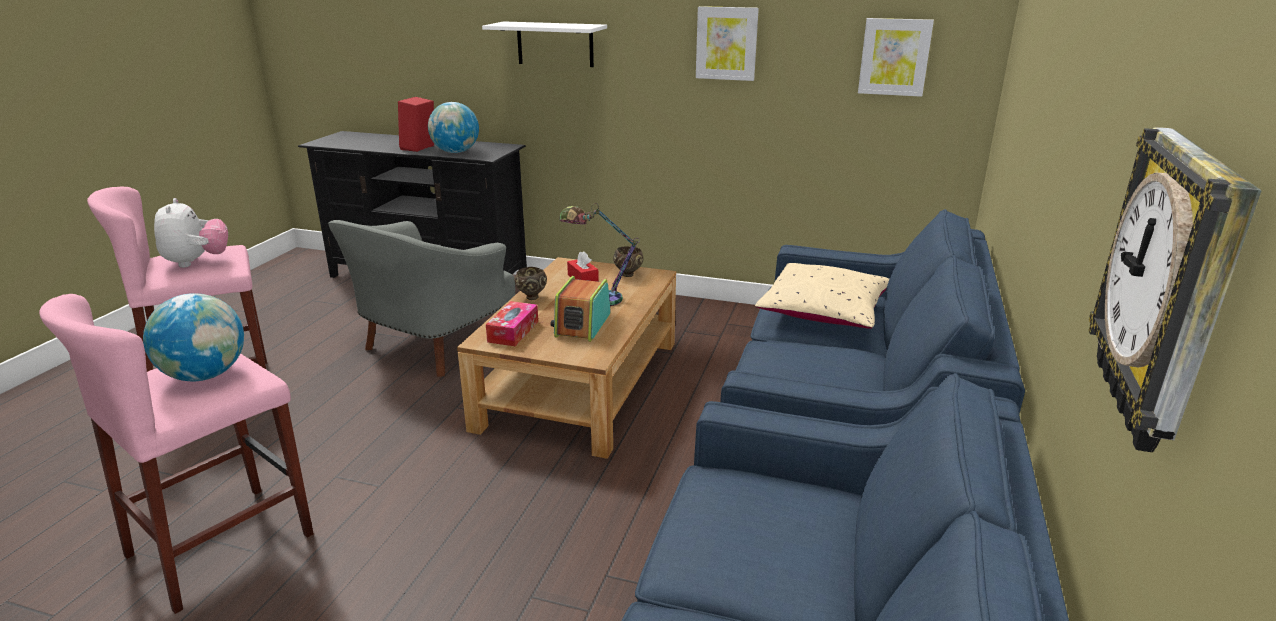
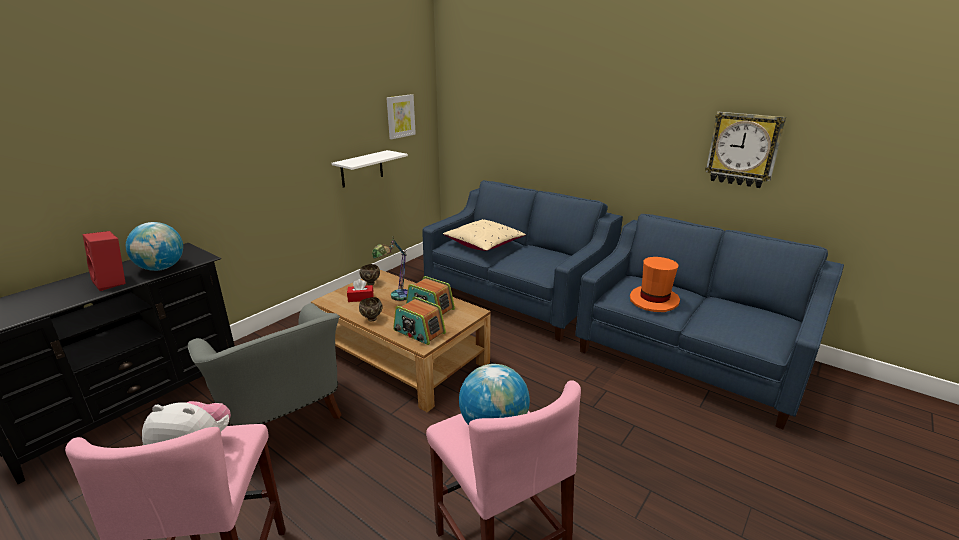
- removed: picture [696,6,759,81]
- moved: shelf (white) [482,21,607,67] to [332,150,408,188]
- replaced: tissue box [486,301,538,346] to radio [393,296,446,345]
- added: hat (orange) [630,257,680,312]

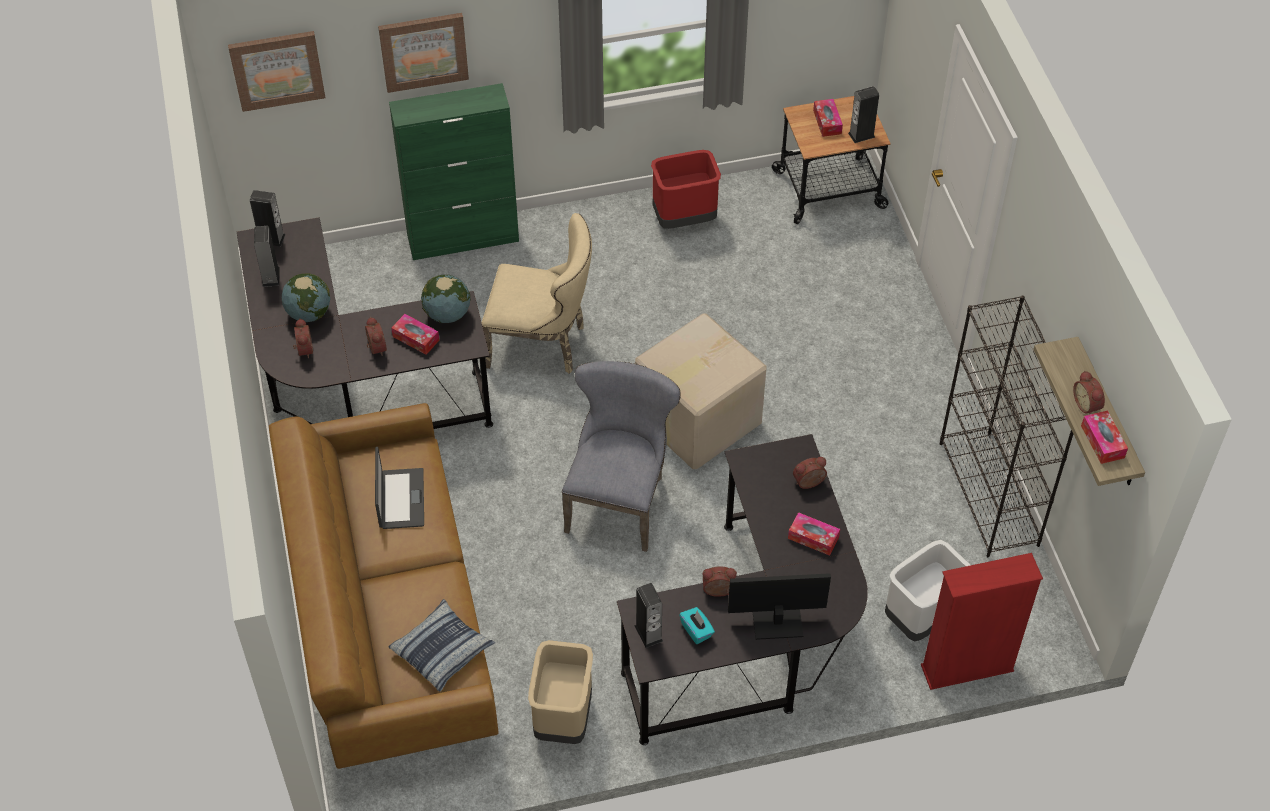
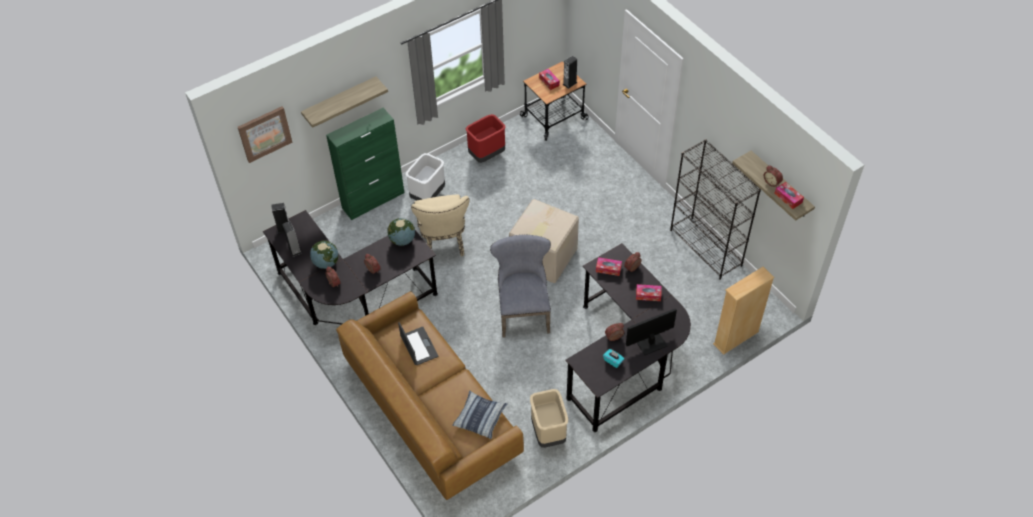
- replaced: picture [378,13,469,93] to shelf [301,76,388,128]
- turned: chair (beige) [482,213,592,374] = [411,194,469,261] 90 degrees clockwise
- moved: tissue box [391,314,440,355] to [596,257,622,276]
- moved: trash can (white) [885,540,970,641] to [406,153,445,201]
- recoloured: bookcase (red) [921,553,1043,690] to bookcase (beige) [713,267,774,355]
- removed: speaker [634,583,663,648]

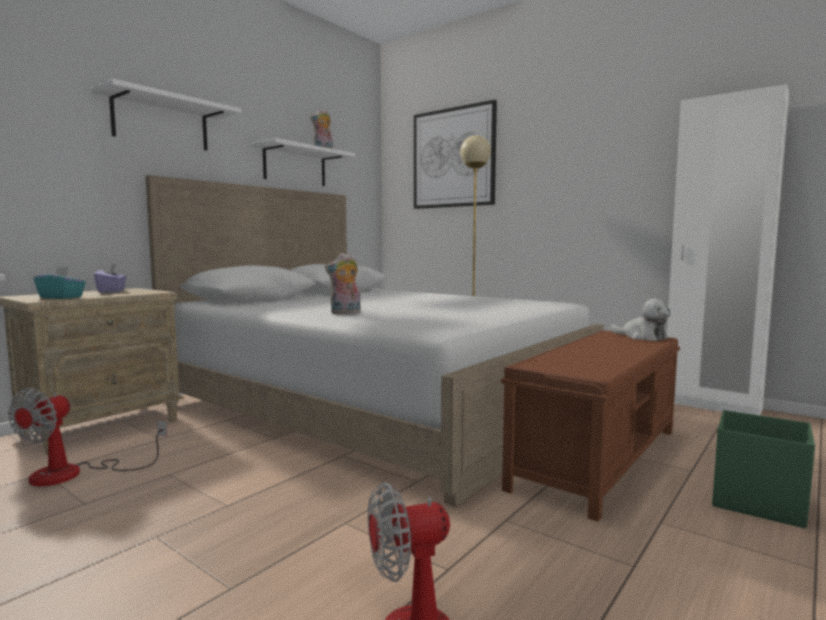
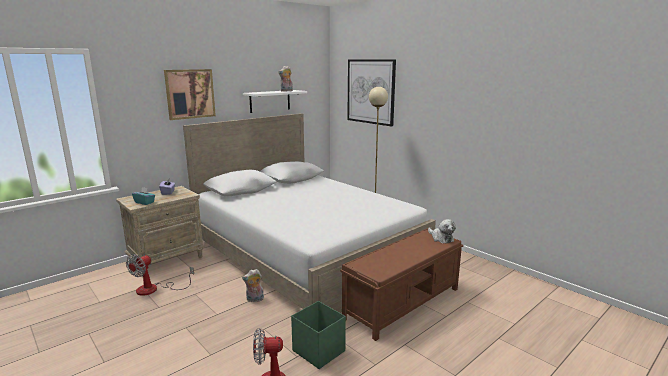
- replaced: shelf (white) [91,79,241,150] to picture [164,69,216,120]
- removed: wardrobe (white) [667,84,789,415]
- moved: plush toy [325,253,361,314] to [242,269,264,302]
- moved: storage box (green) [712,410,815,528] to [291,301,346,369]

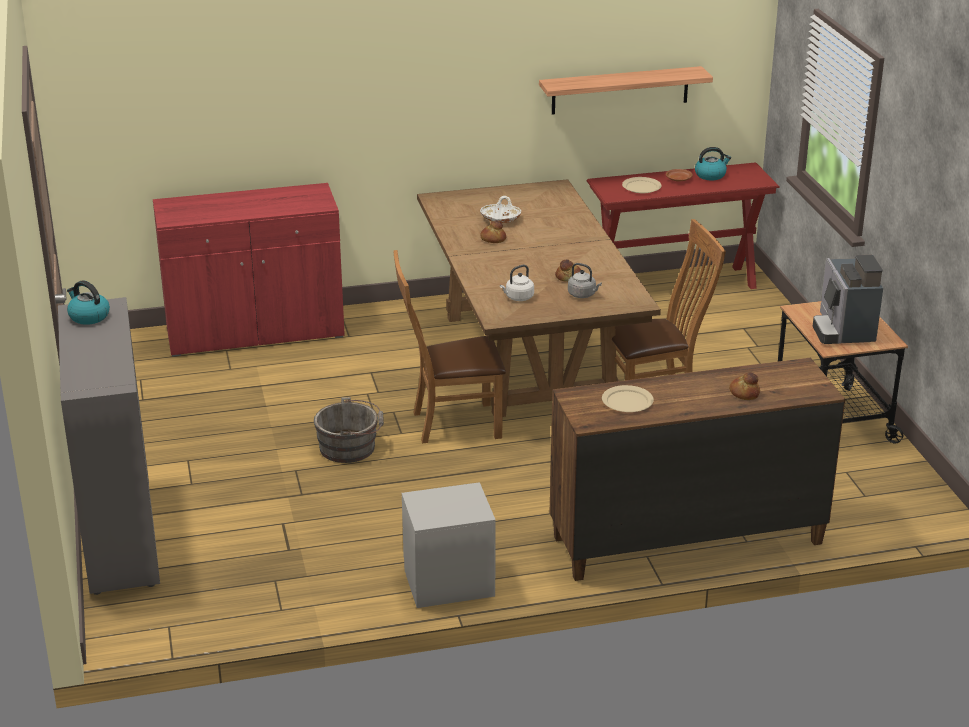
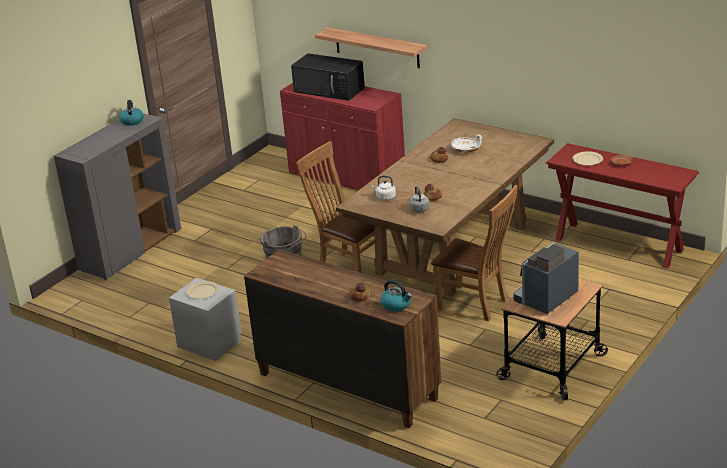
- moved: shelf [539,66,713,115] to [315,27,427,68]
- moved: kettle [695,147,731,180] to [381,280,412,312]
- moved: plate (beige) [602,385,654,412] to [186,281,219,299]
- added: microwave (black) [291,53,365,101]

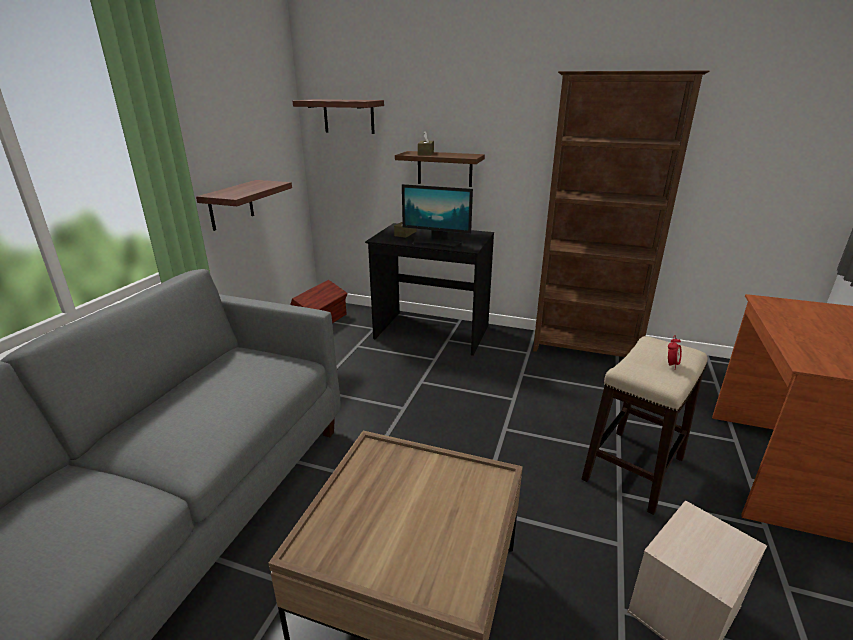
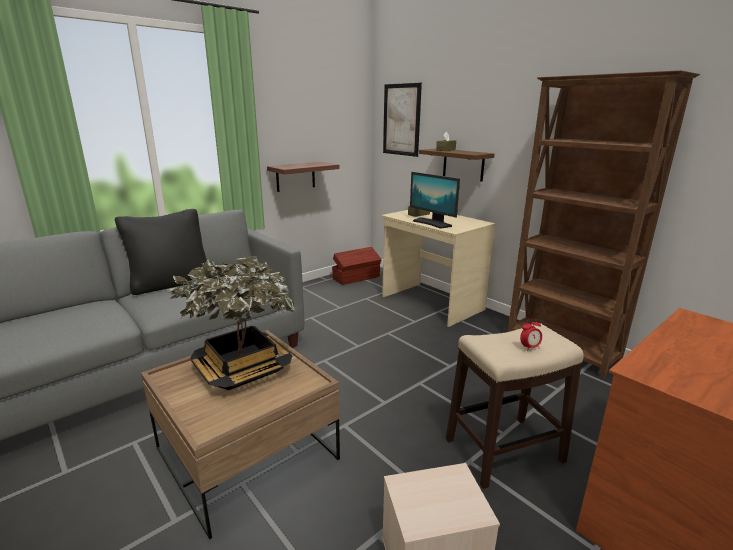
- replaced: shelf [293,99,384,134] to picture [383,83,422,157]
- recoloured: desk (black) [365,223,494,356] to desk (beige) [382,210,495,327]
- added: pillow (black) [115,209,207,295]
- added: potted plant [167,256,295,390]

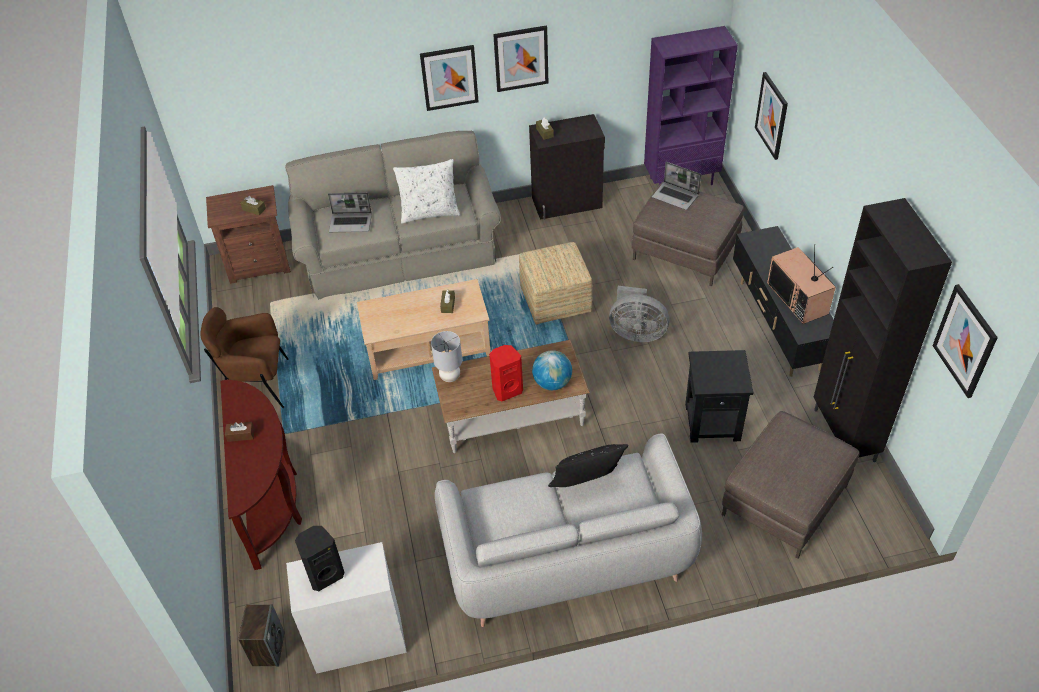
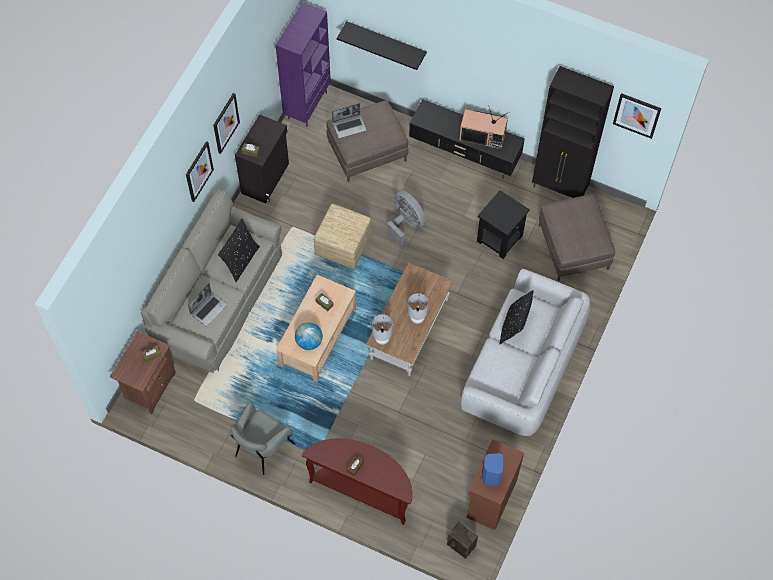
- replaced: picture [755,72,788,160] to shelf (black) [337,21,427,70]
- recoloured: pillow (white) [393,159,460,224] to pillow (black) [218,219,260,282]
- turned: fan (grey) [609,286,669,342] = [387,190,426,248] 90 degrees counterclockwise
- recoloured: armchair (brown) [200,307,289,408] to armchair (grey) [231,402,295,475]
- replaced: speaker (red) [489,345,523,401] to table lamp (grey) [408,293,428,324]
- moved: globe [532,350,572,390] to [295,322,323,350]
- recoloured: speaker (black) [295,526,344,591] to speaker (blue) [482,453,503,487]
- recoloured: cabinet (white) [286,542,407,674] to cabinet (brown) [467,439,524,530]

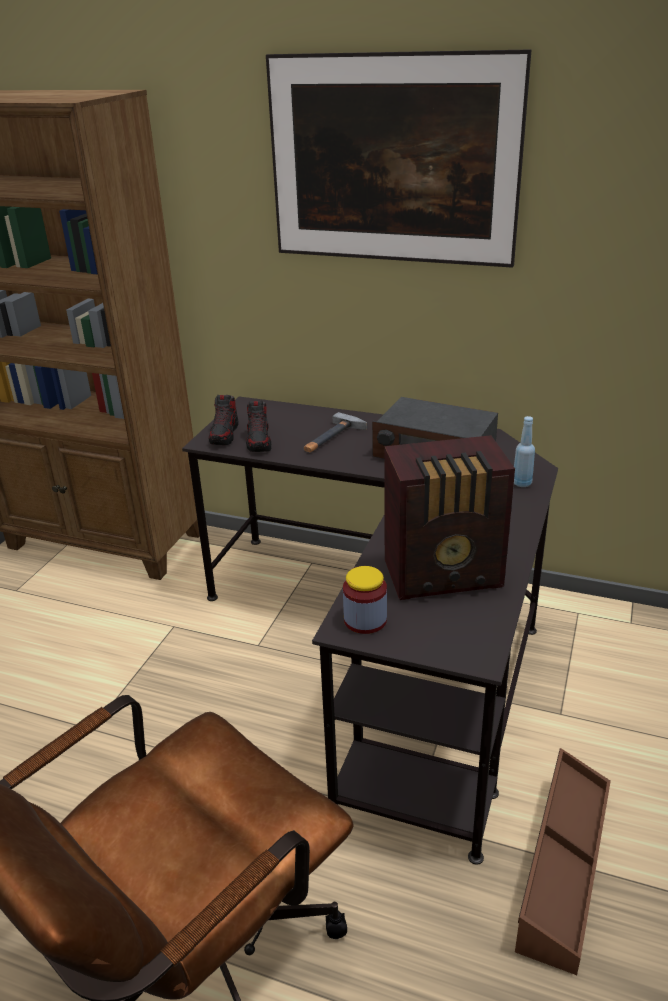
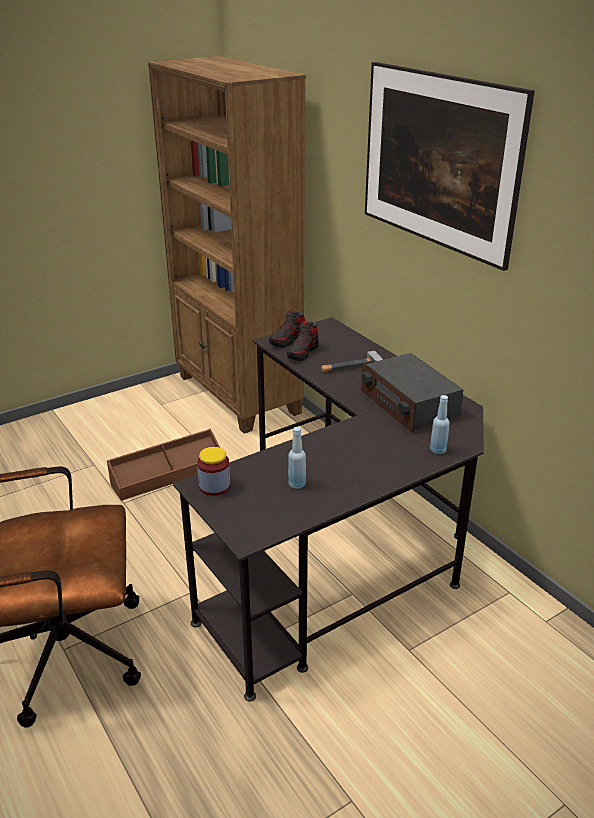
- replaced: radio [385,435,515,600] to bottle (blue) [288,427,306,489]
- moved: storage box (brown) [515,748,611,975] to [107,429,220,501]

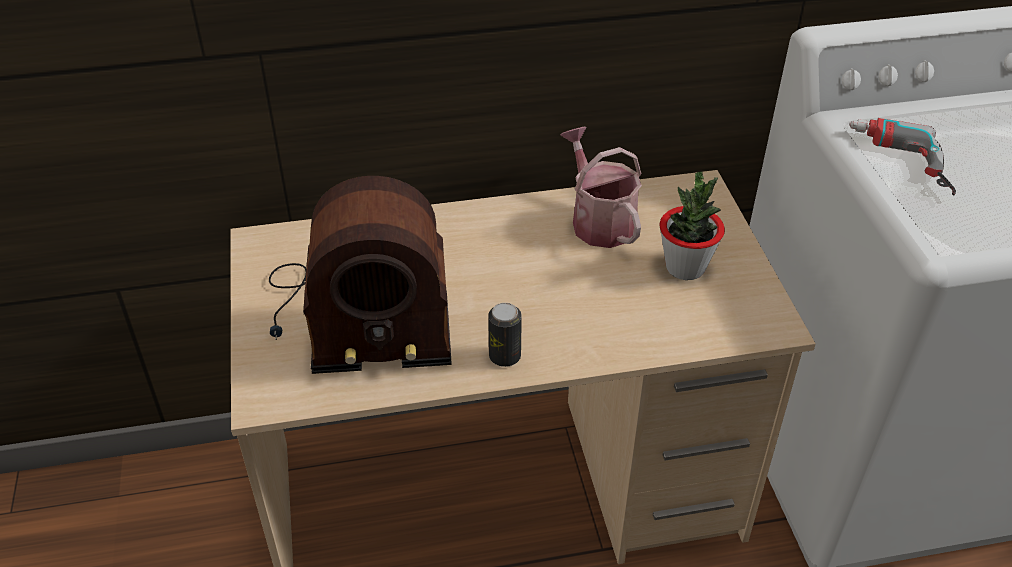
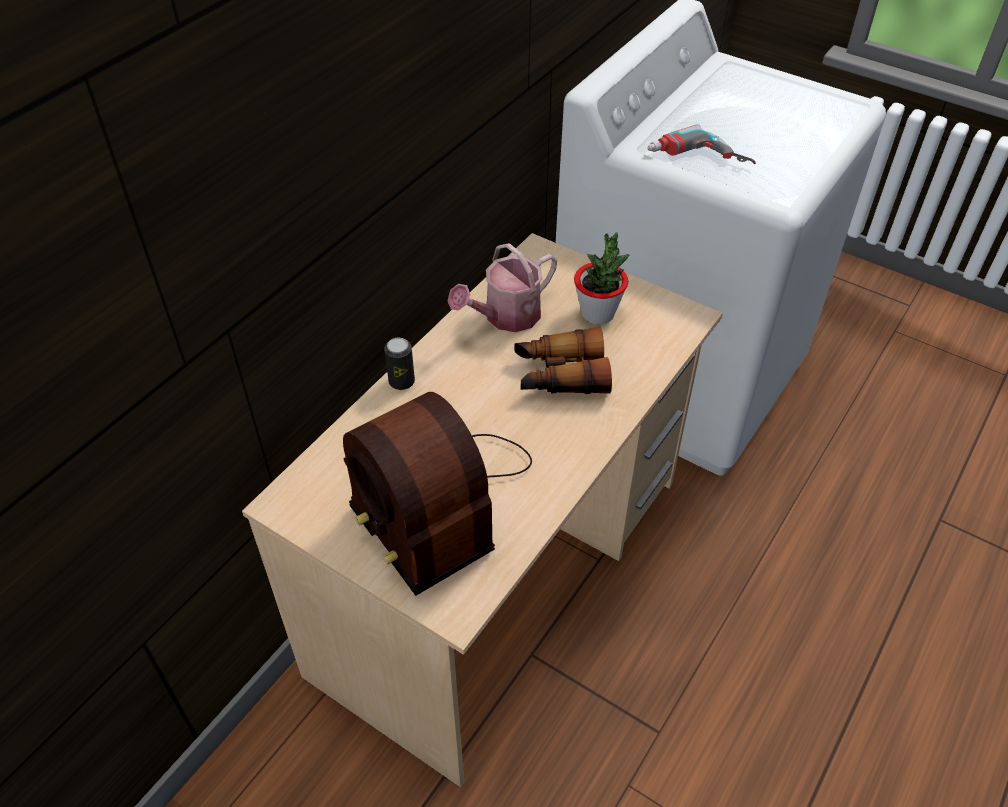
- turned: watering can [560,126,642,248] = [448,243,557,332] 60 degrees counterclockwise
- turned: radio [269,176,452,374] = [343,392,532,596] 105 degrees clockwise
- moved: can [488,303,522,367] to [384,338,415,390]
- added: binoculars [515,327,612,394]

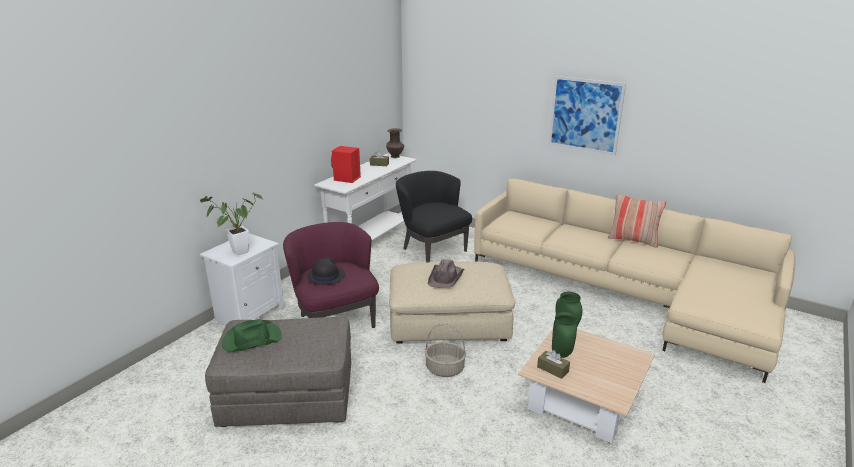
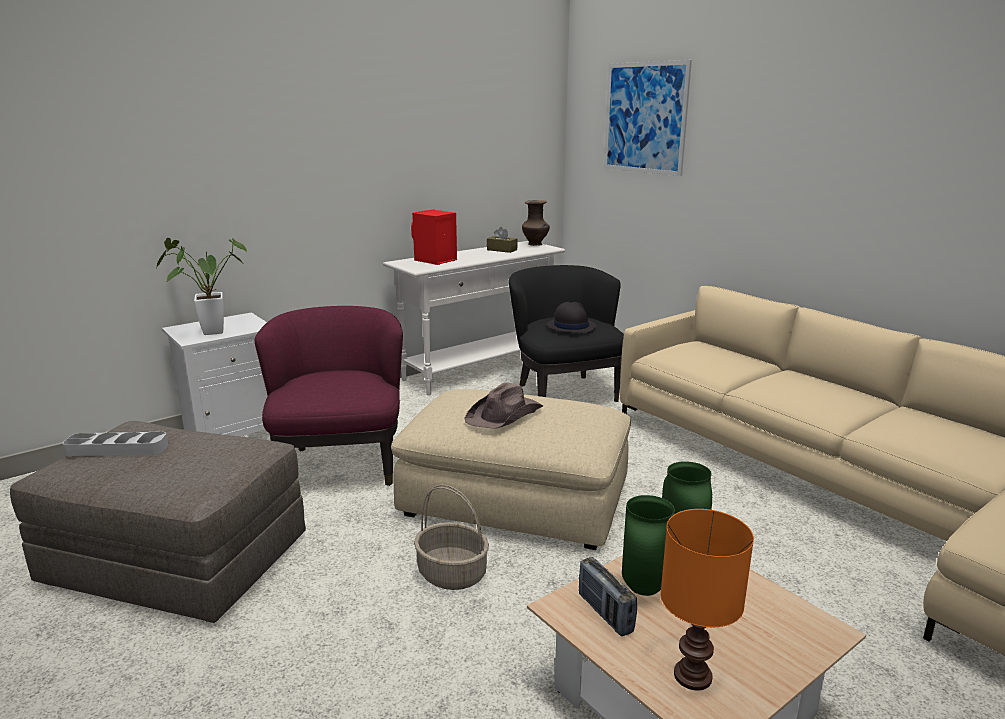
- moved: picture [548,76,626,155] to [604,60,692,176]
- removed: pillow [608,194,666,247]
- moved: hat (black) [307,258,345,285] to [547,302,597,333]
- replaced: hat (green) [222,319,282,352] to tray (grey) [63,432,168,456]
- replaced: tissue box (brown) [537,350,570,379] to radio [579,557,637,636]
- added: table lamp (orange) [660,509,754,690]

